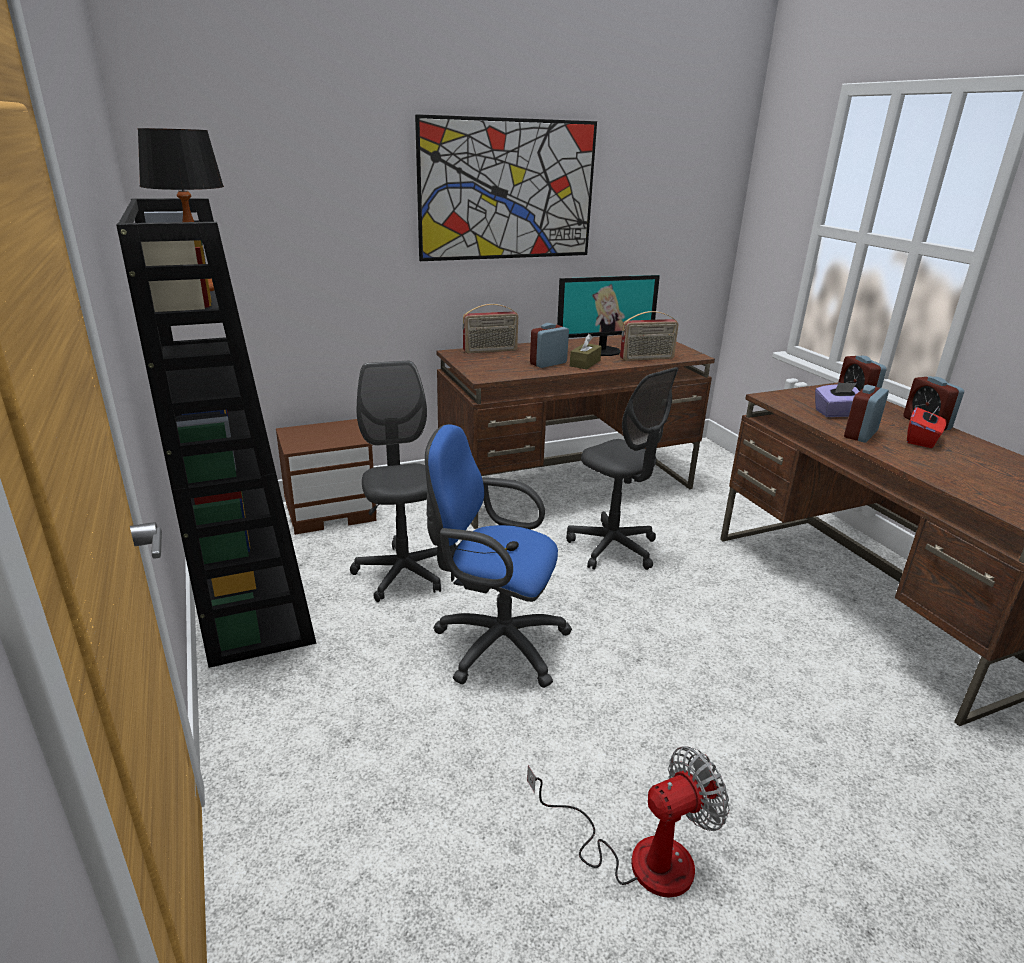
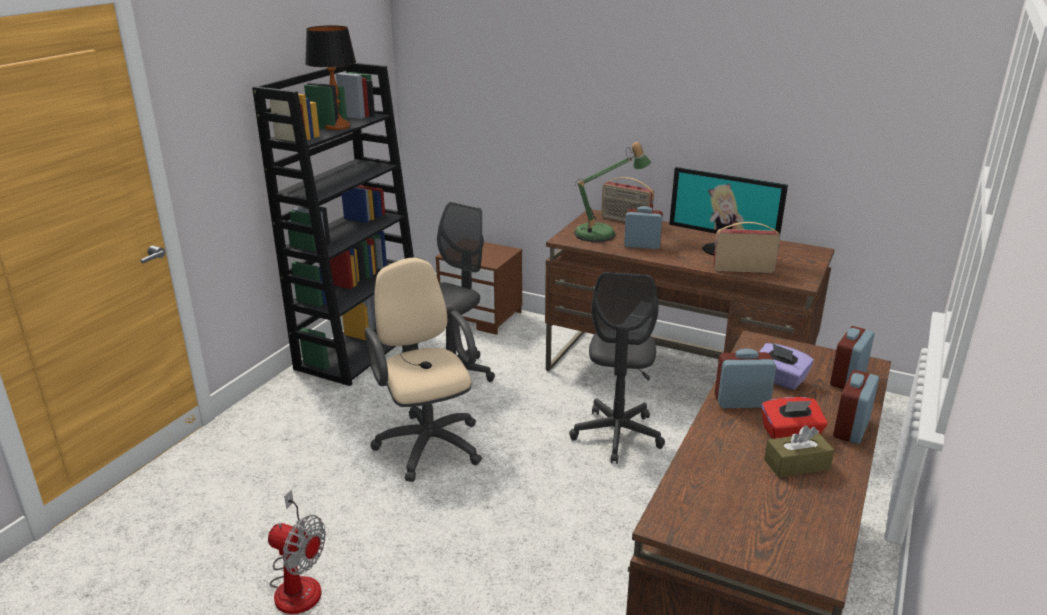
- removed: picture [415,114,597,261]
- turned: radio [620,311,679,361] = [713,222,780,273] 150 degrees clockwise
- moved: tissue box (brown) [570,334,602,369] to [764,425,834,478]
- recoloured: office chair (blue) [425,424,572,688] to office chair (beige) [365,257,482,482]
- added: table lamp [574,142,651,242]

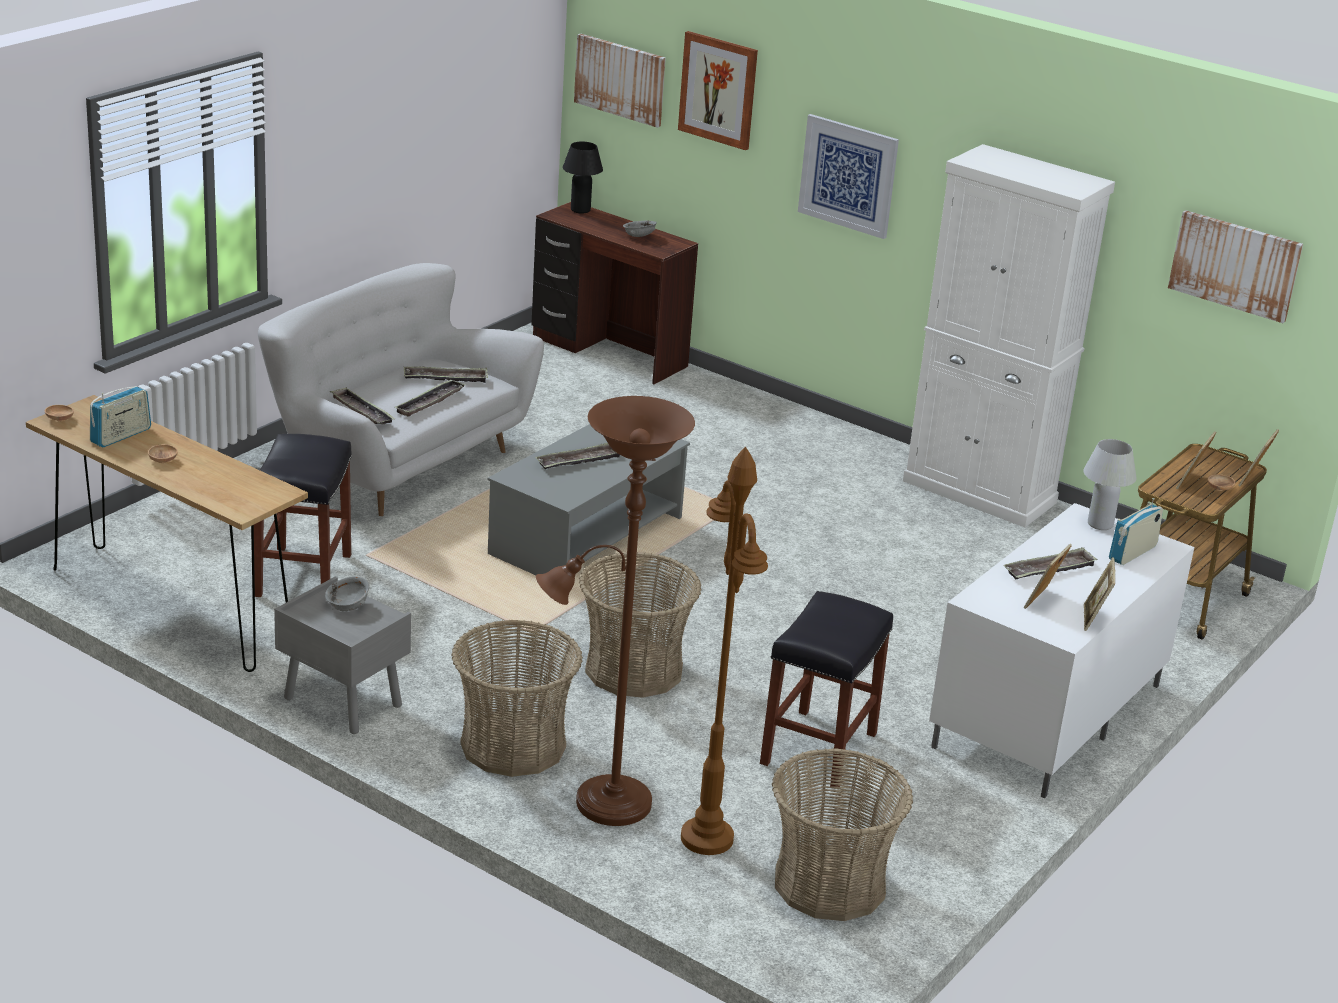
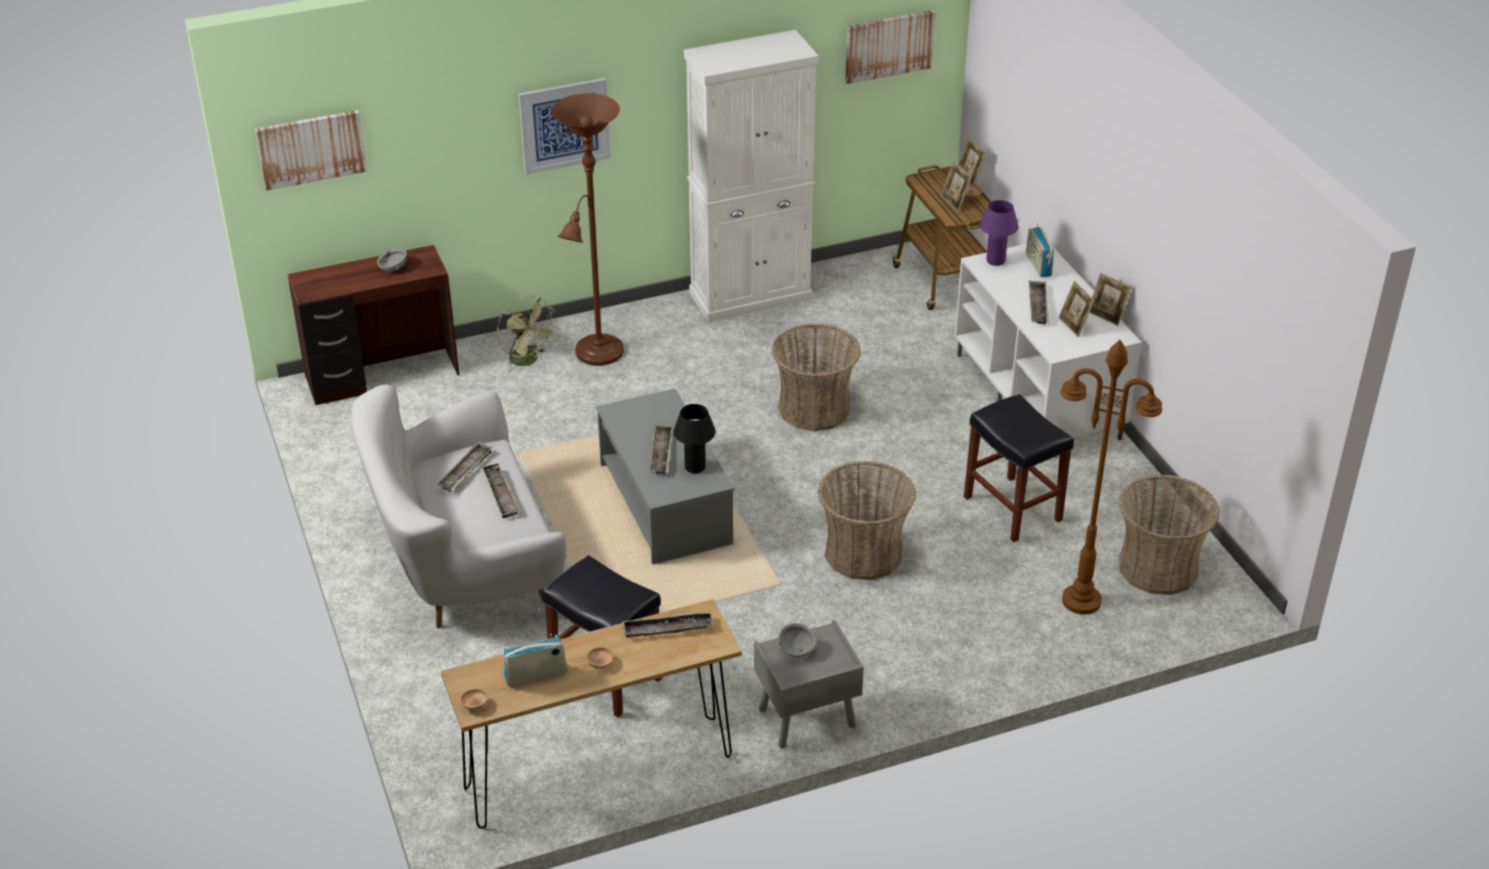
- removed: picture [678,31,758,150]
- moved: table lamp (black) [563,141,603,213] to [673,404,716,473]
- turned: radio [90,386,151,447] = [504,634,567,687] 90 degrees counterclockwise
- moved: tray [330,387,395,424] to [622,611,713,638]
- moved: floor lamp (brown) [536,396,695,826] to [552,94,624,366]
- recoloured: table lamp (white) [1083,439,1136,530] to table lamp (purple) [980,200,1018,266]
- moved: basket [451,620,583,777] to [771,323,861,431]
- added: fan (green) [497,295,557,372]

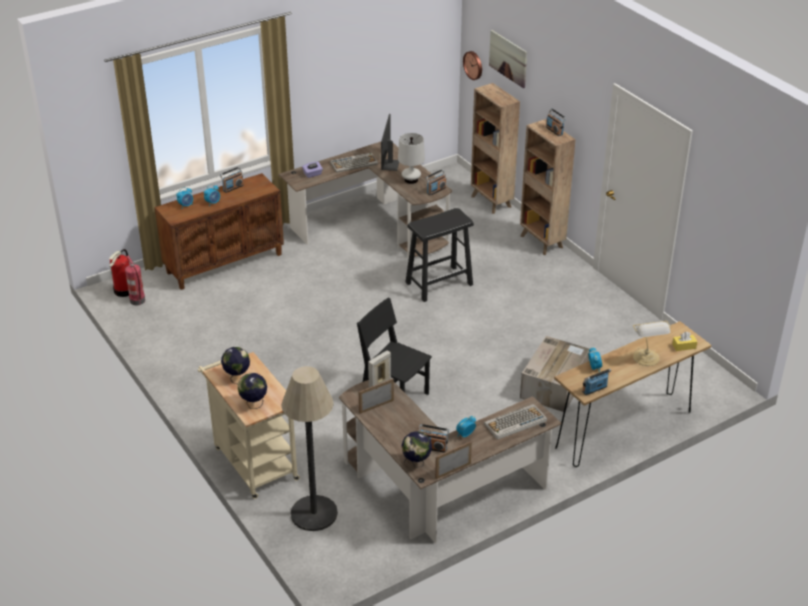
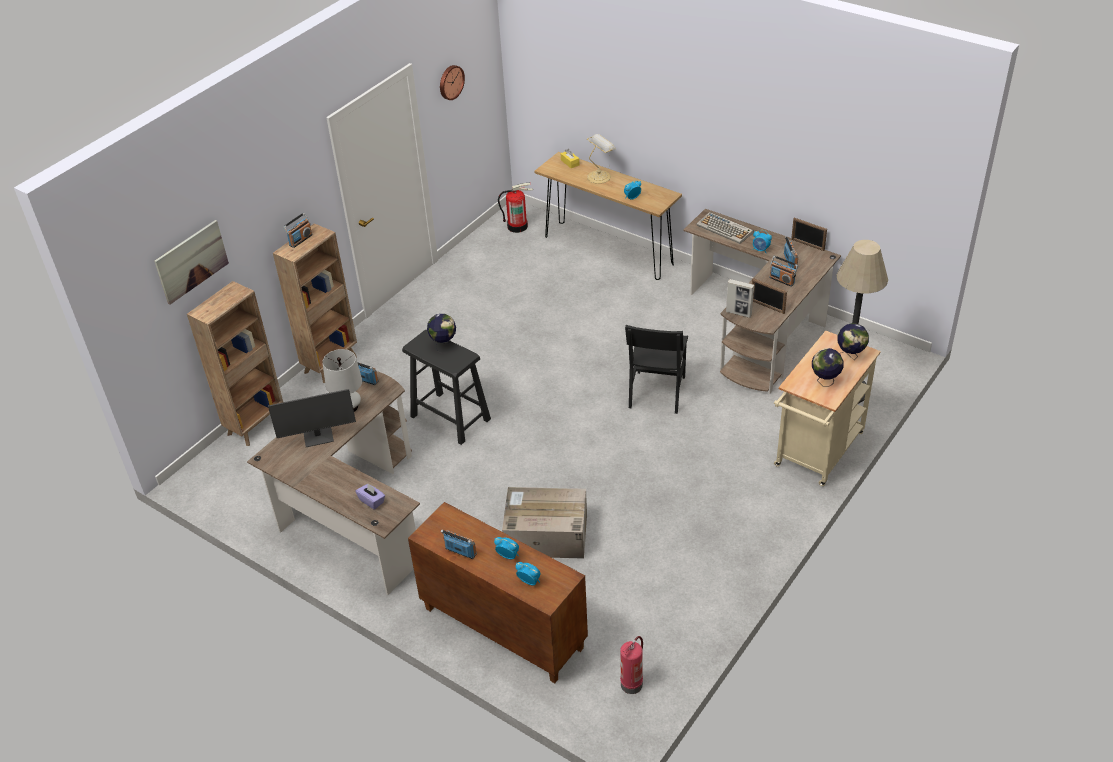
- moved: wall clock [463,51,482,80] to [440,65,465,100]
- removed: keyboard [330,152,378,173]
- moved: fire extinguisher [109,249,130,297] to [498,183,533,233]
- moved: cardboard box [520,336,590,412] to [502,487,587,559]
- moved: radio [582,369,611,395] to [769,256,798,287]
- moved: globe [402,432,432,468] to [427,314,456,353]

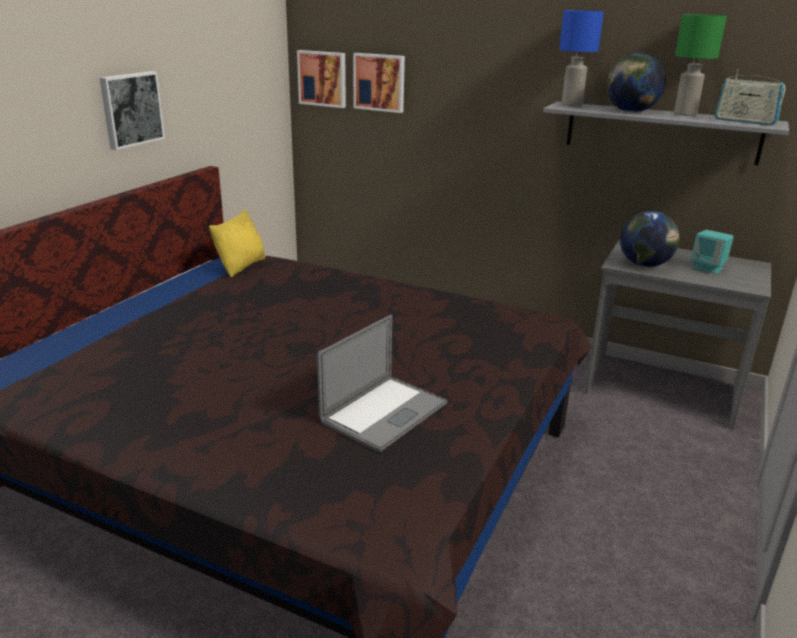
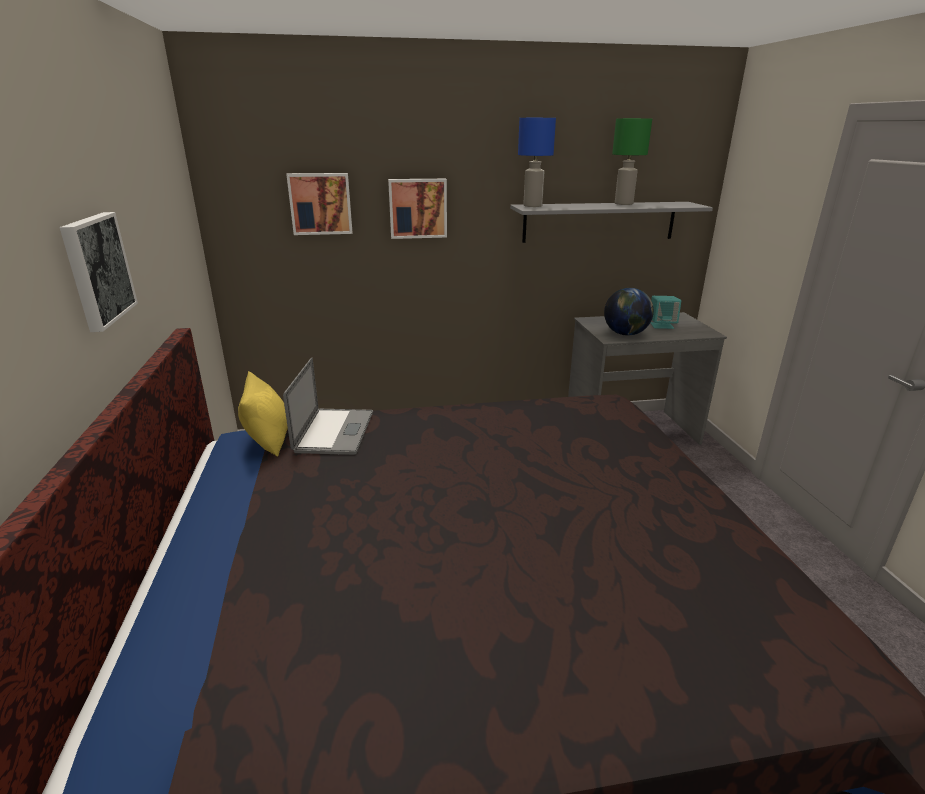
- moved: picture [297,50,346,108] to [388,179,447,239]
- removed: globe [606,53,666,112]
- removed: radio [714,69,785,126]
- moved: laptop [317,315,447,452] to [283,357,373,455]

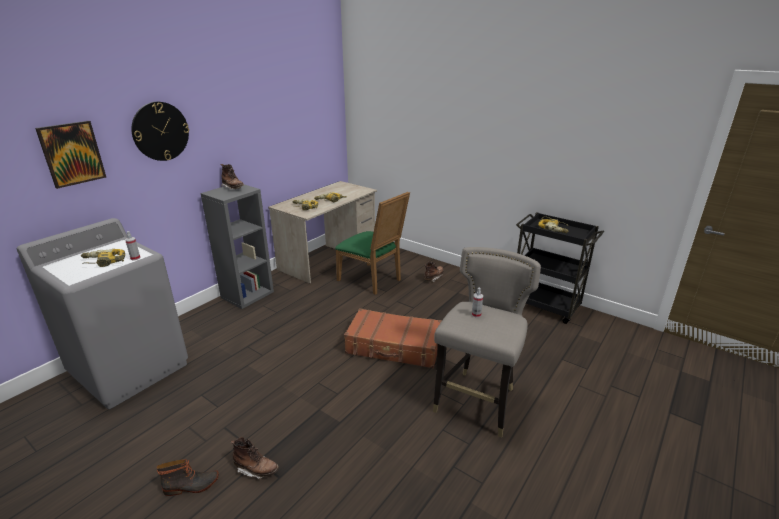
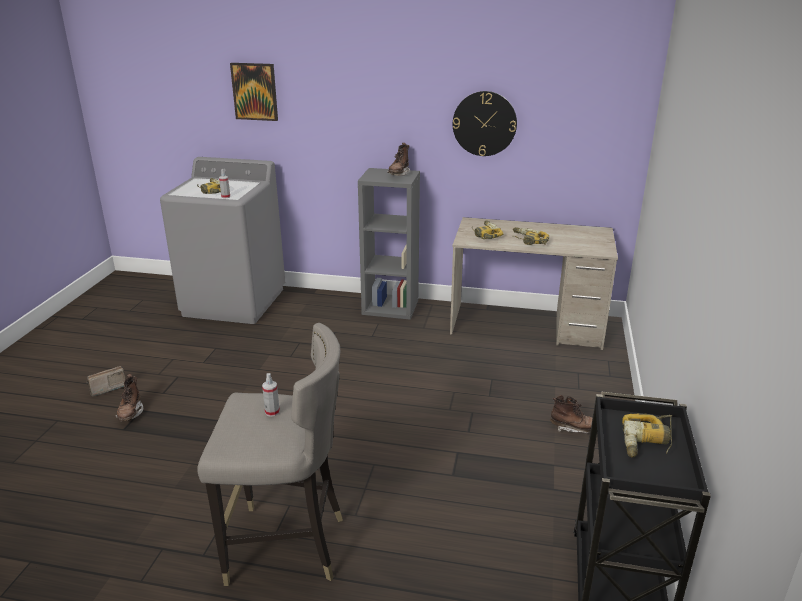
- moved: wall clock [131,102,189,161] to [453,91,517,156]
- removed: chair (green) [335,192,410,295]
- removed: suitcase (brown) [344,308,442,368]
- replaced: boot [156,459,219,496] to radio [87,366,126,396]

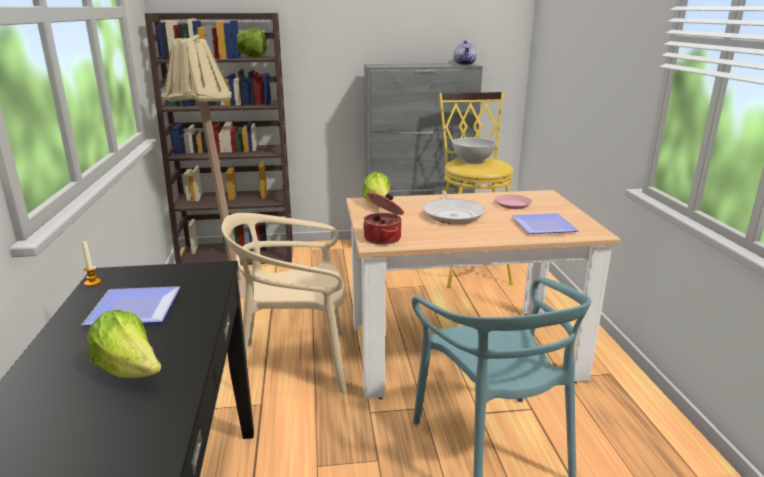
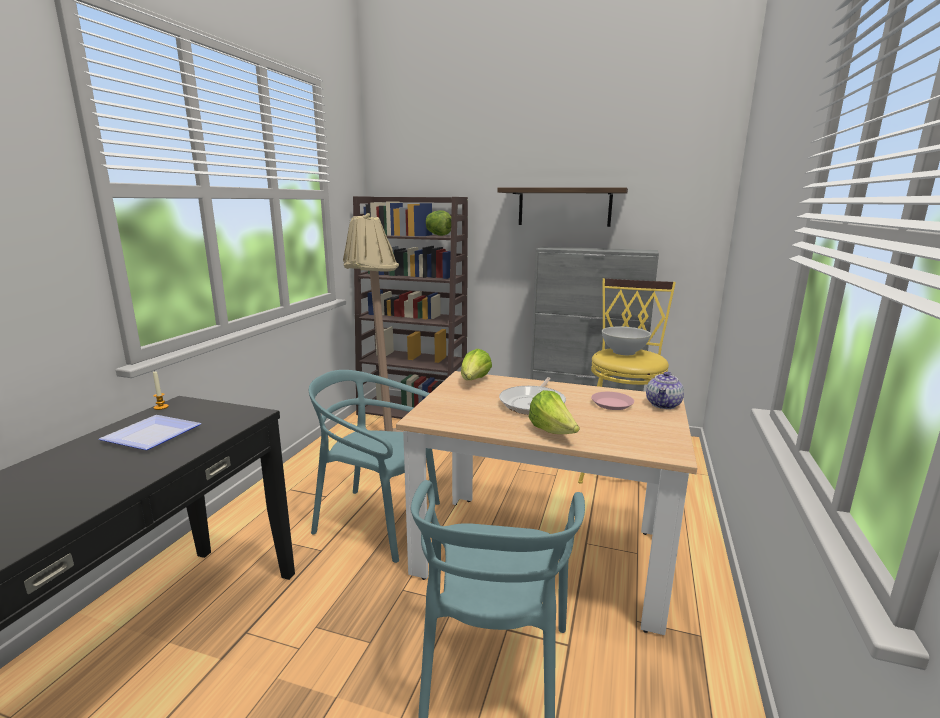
- moved: teapot [454,40,477,65] to [646,372,684,409]
- removed: cooking pot [363,193,404,245]
- recoloured: chair (beige) [221,213,347,393] to chair (turquoise) [309,370,440,563]
- removed: plate [512,213,579,234]
- moved: lettuce [87,310,161,378] to [529,390,579,434]
- added: shelf [497,187,628,227]

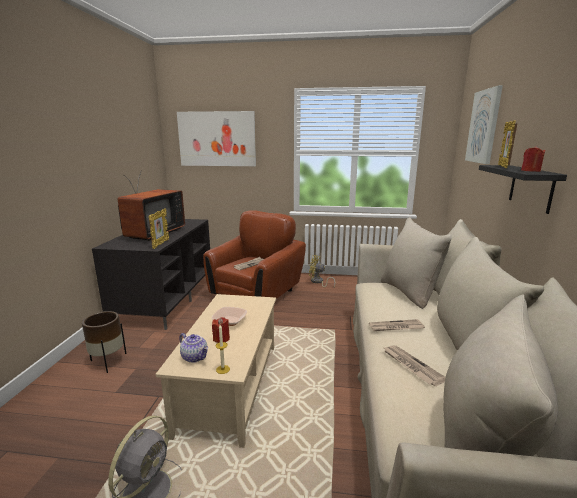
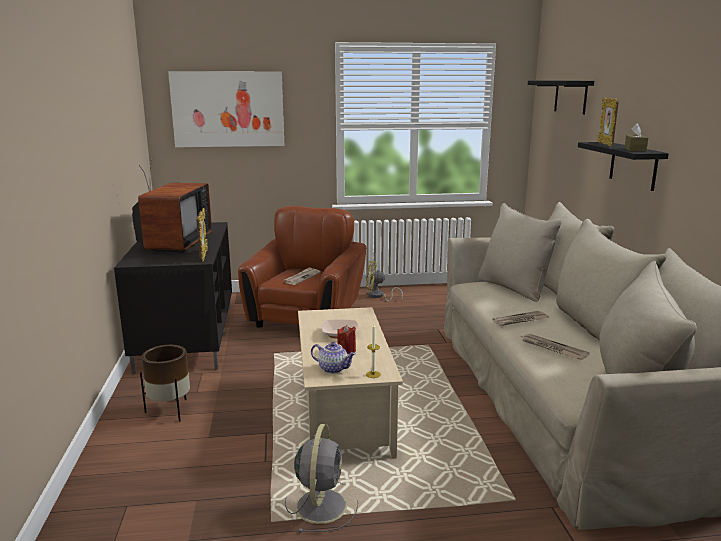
- replaced: picture [465,85,503,164] to shelf (black) [528,81,594,114]
- replaced: candle (red) [521,146,546,172] to tissue box (brown) [624,123,648,151]

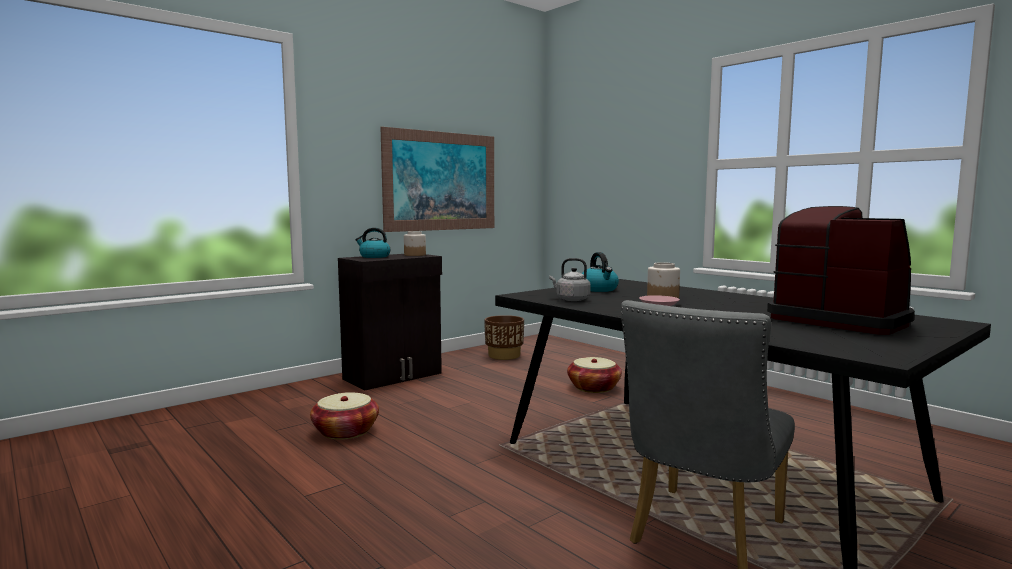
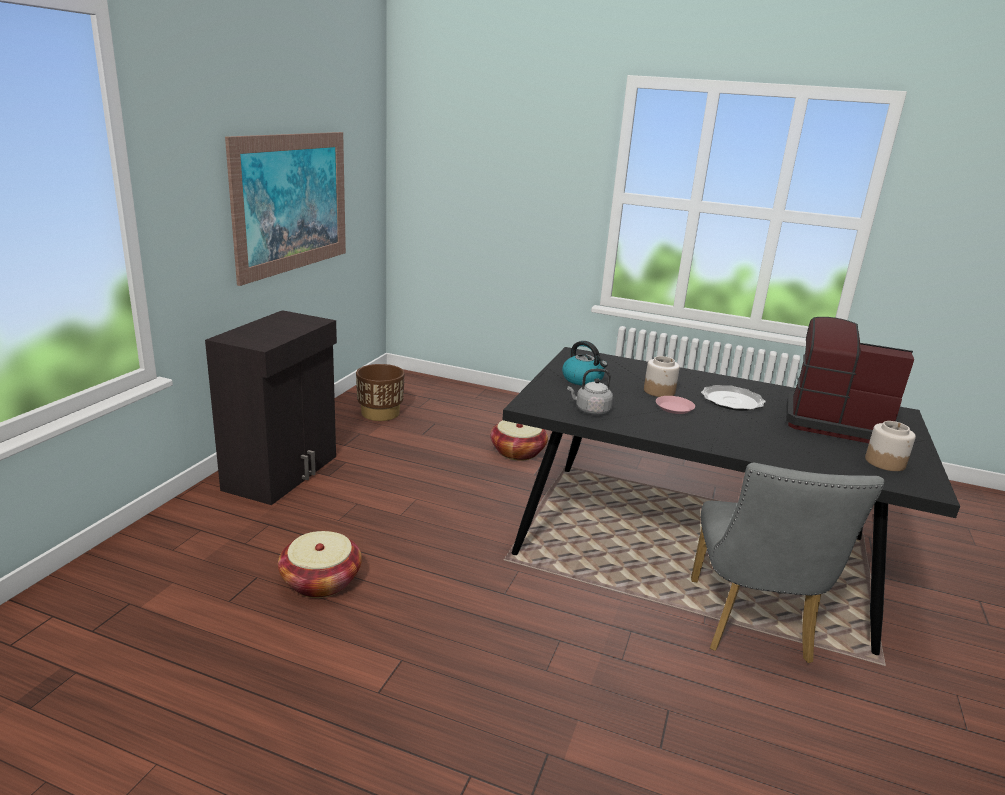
- removed: kettle [355,228,390,258]
- moved: jar [404,231,426,256] to [865,421,916,471]
- added: plate [701,385,766,411]

